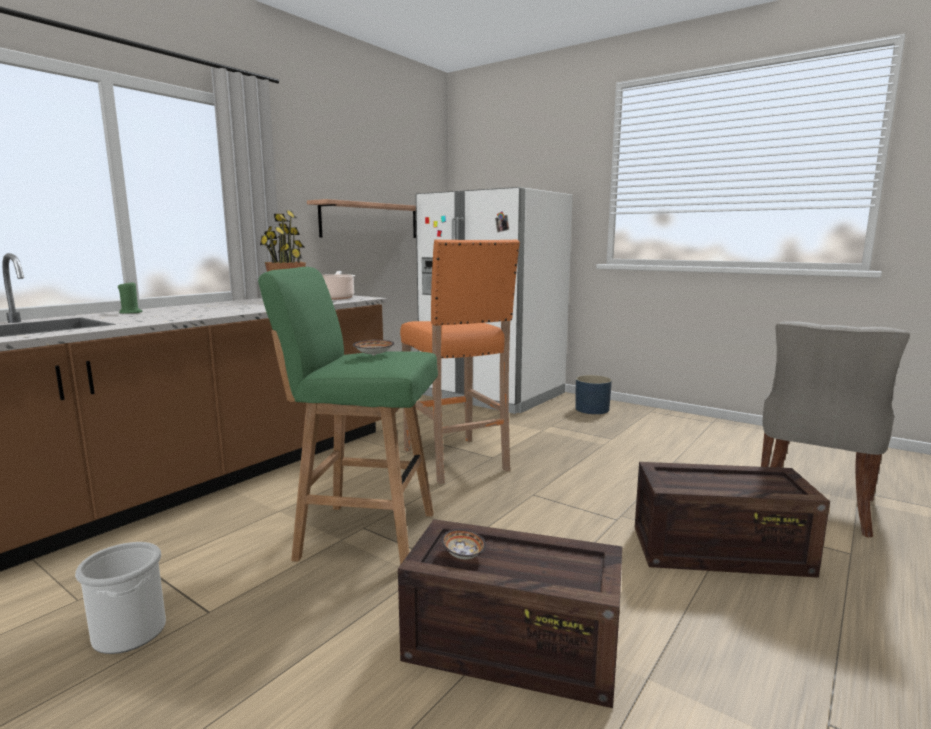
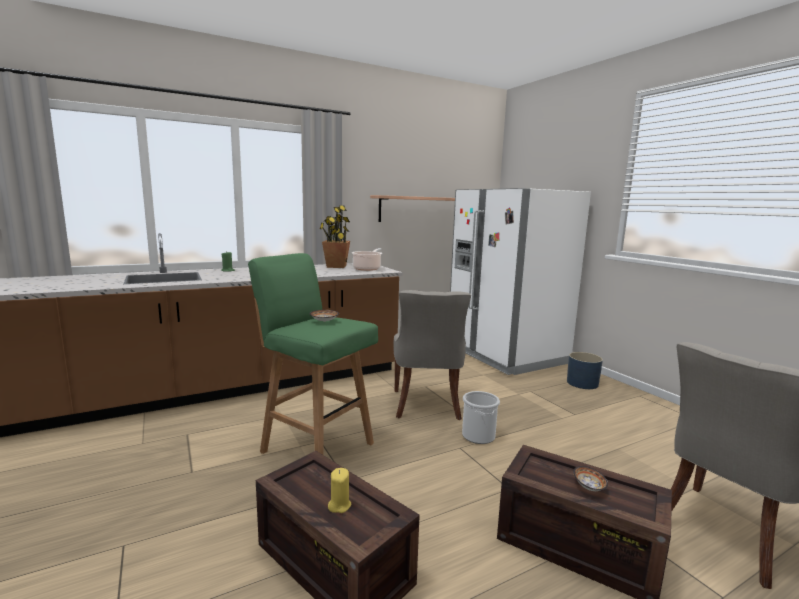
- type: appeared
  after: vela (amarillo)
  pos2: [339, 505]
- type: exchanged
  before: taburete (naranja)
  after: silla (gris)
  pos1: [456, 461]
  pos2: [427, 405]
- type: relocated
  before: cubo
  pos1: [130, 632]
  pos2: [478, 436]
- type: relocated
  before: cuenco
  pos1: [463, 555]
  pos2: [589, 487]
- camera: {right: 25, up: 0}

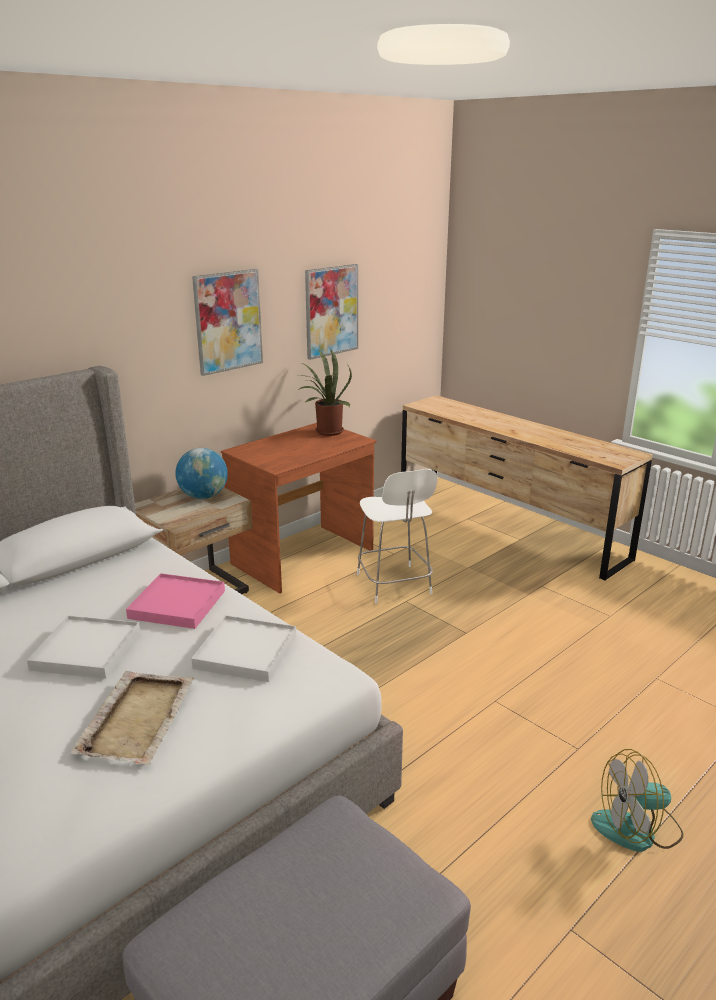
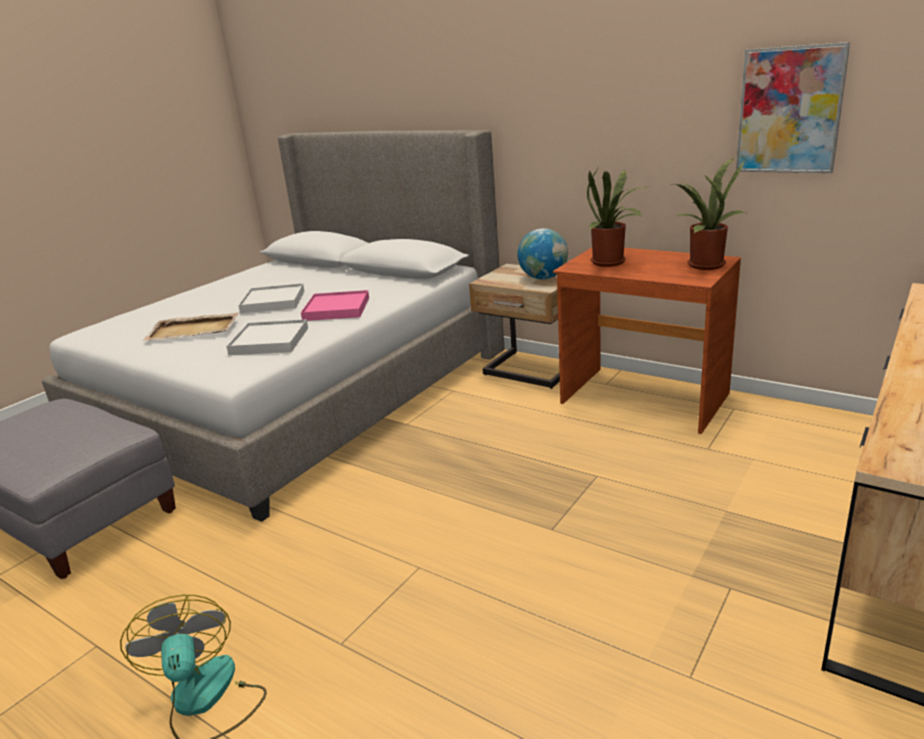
- type: appeared
  after: planta en maceta
  pos2: [611, 263]
- type: missing
  before: cuadro
  pos1: [228, 321]
- type: missing
  before: silla (blanco)
  pos1: [394, 585]
- camera: {right: 80, up: 0}

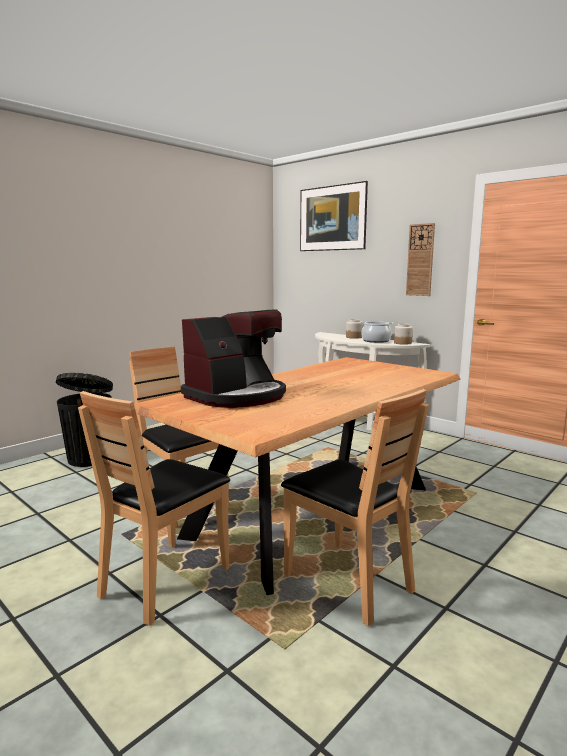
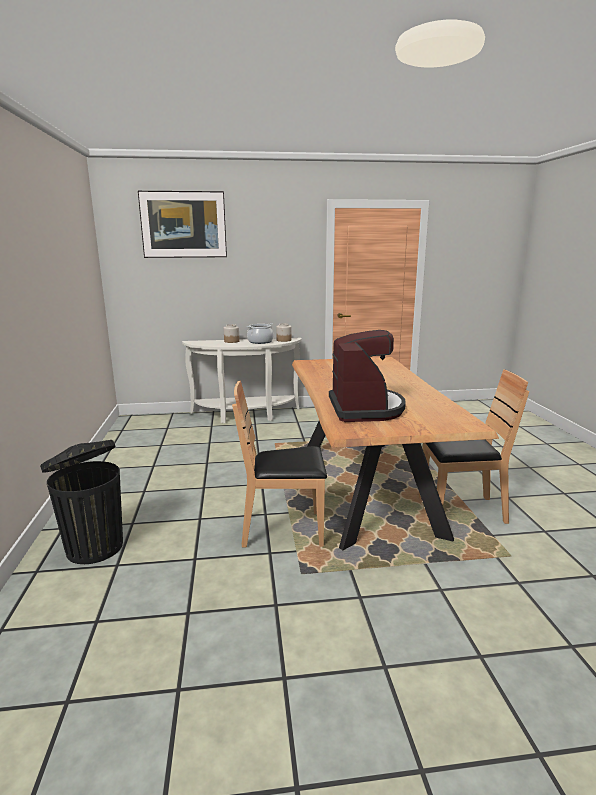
- type: missing
  before: silla (marrón)
  pos1: [165, 580]
- type: missing
  before: reloj de pared
  pos1: [420, 260]
- camera: {right: -50, up: 5}

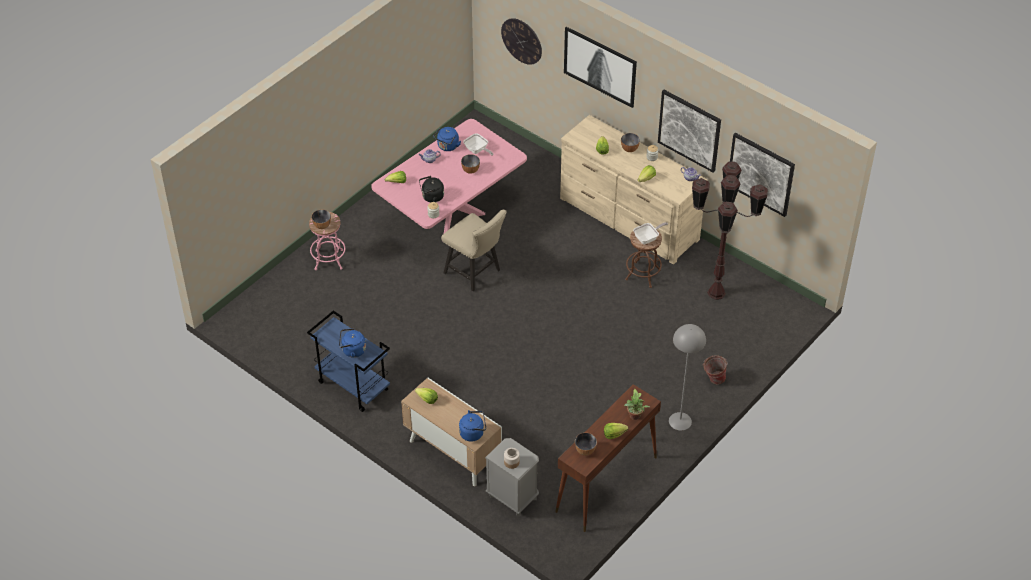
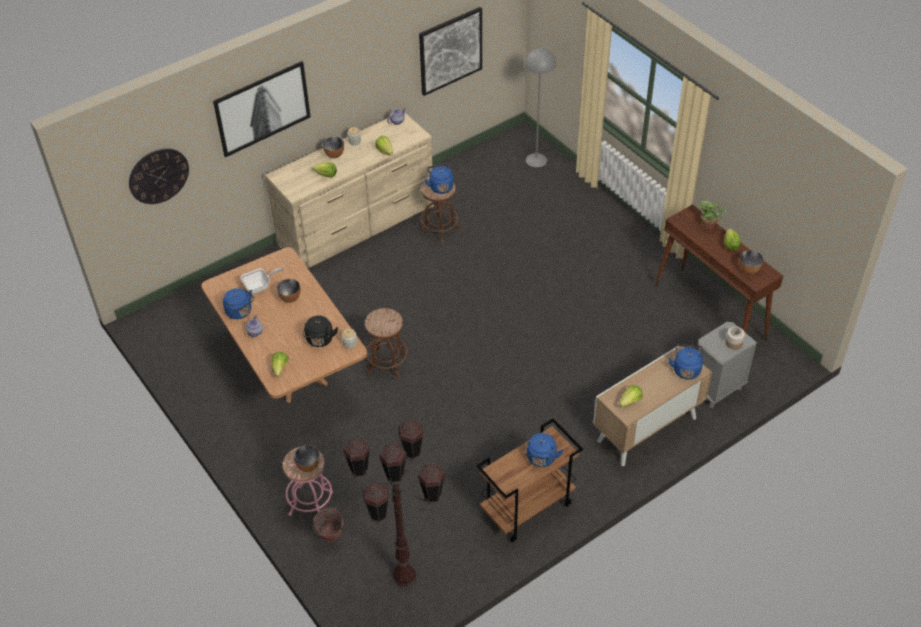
- type: colour
  before: mesa de comedor (rosa)
  after: mesa de comedor (marrón)
  pos1: [451, 218]
  pos2: [292, 370]
- type: relocated
  before: cubo
  pos1: [713, 379]
  pos2: [330, 538]
- type: relocated
  before: lámpara de pie (marrón)
  pos1: [716, 292]
  pos2: [403, 576]
- type: exchanged
  before: silla (beis)
  after: taburete (marrón)
  pos1: [475, 273]
  pos2: [387, 364]
- type: exchanged
  before: sartén
  after: hervidor (azul)
  pos1: [648, 238]
  pos2: [440, 186]
- type: colour
  before: carrito (azul)
  after: carrito (marrón)
  pos1: [352, 386]
  pos2: [527, 509]
- type: relocated
  before: lámpara de pie (gris)
  pos1: [680, 421]
  pos2: [536, 160]
- type: missing
  before: cuadro
  pos1: [689, 130]
- camera: {right: -75, up: 0}

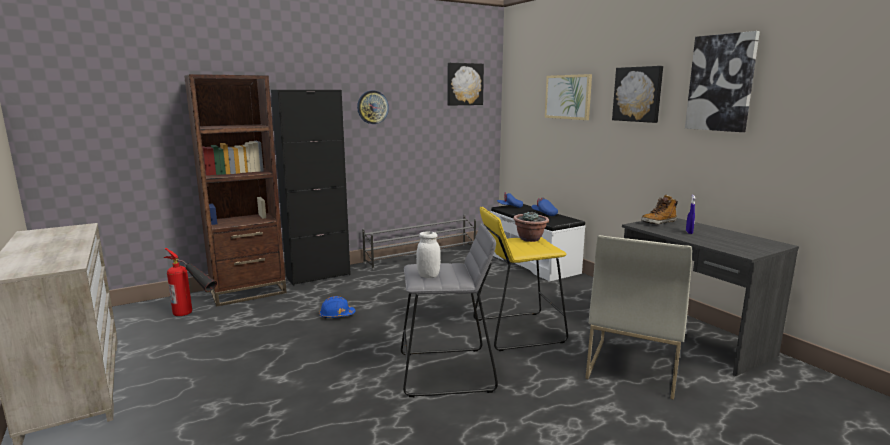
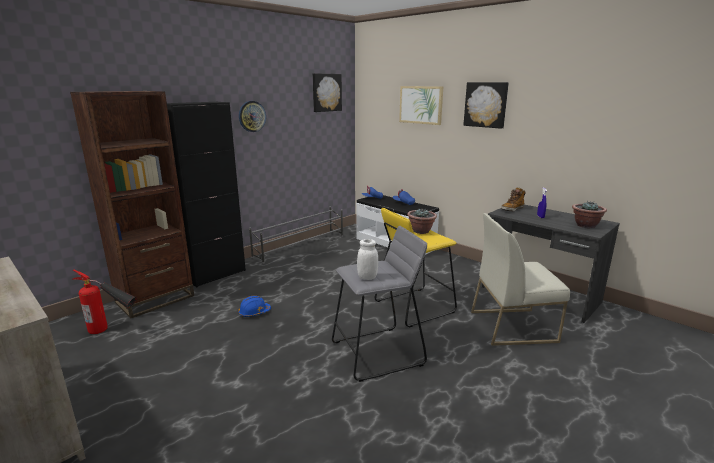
- type: spun
  before: silla (blanco)
  pos1: [632, 367]
  pos2: [513, 326]
  turn: 75
- type: appeared
  after: planta en maceta
  pos2: [585, 225]
- type: missing
  before: cuadro
  pos1: [721, 83]
- camera: {right: -15, up: 5}

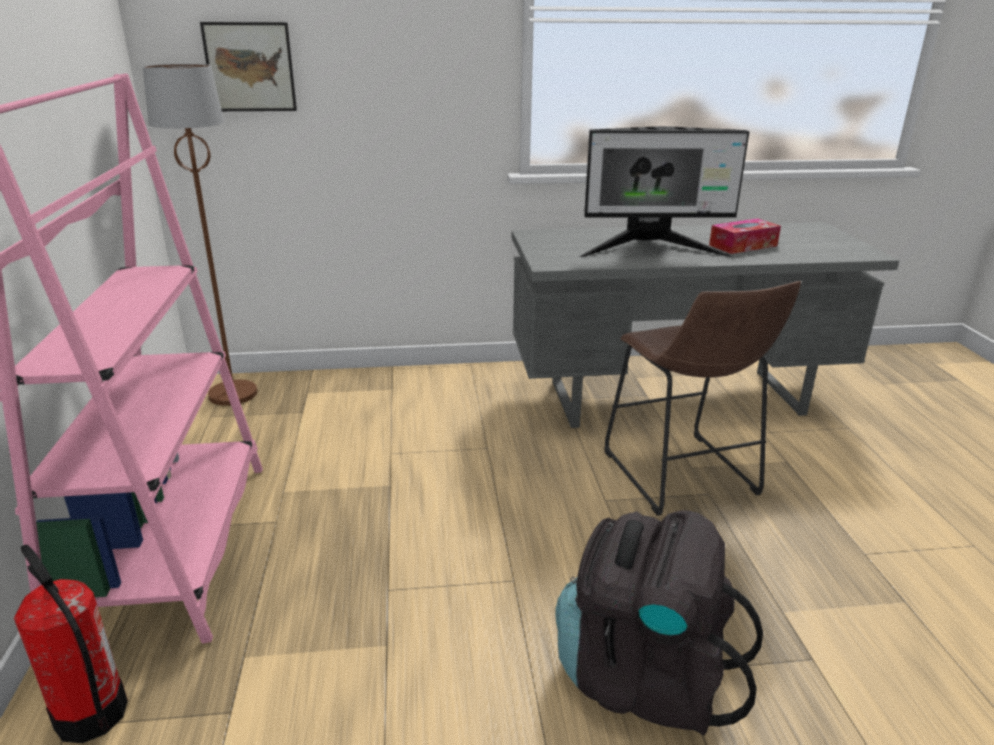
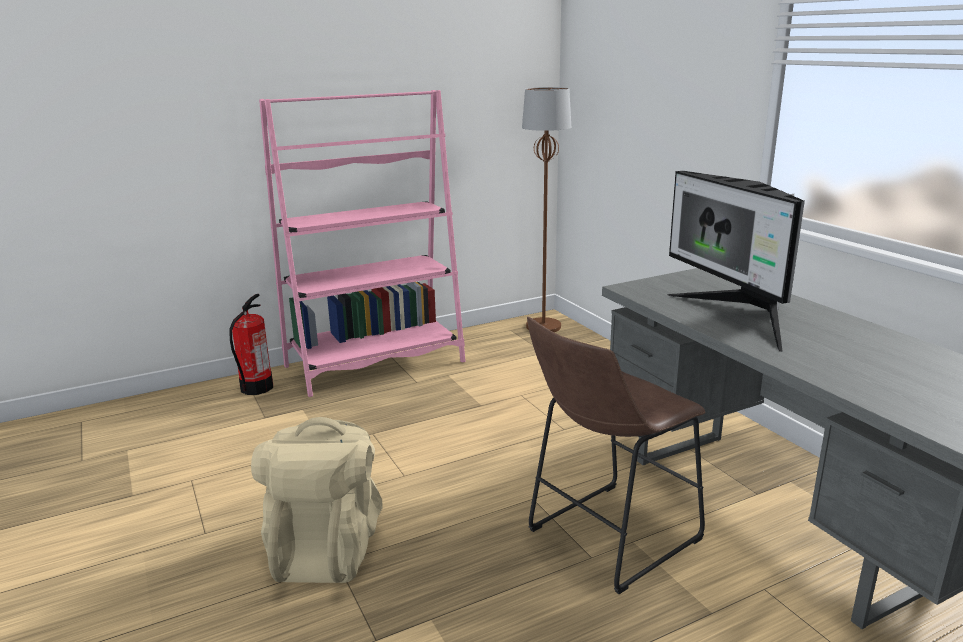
- type: colour
  before: mochila (negro)
  after: mochila (beis)
  pos1: [644, 678]
  pos2: [326, 548]
- type: missing
  before: cuadro
  pos1: [250, 67]
- type: missing
  before: caja de pañuelos
  pos1: [743, 245]
- camera: {right: 70, up: -5}

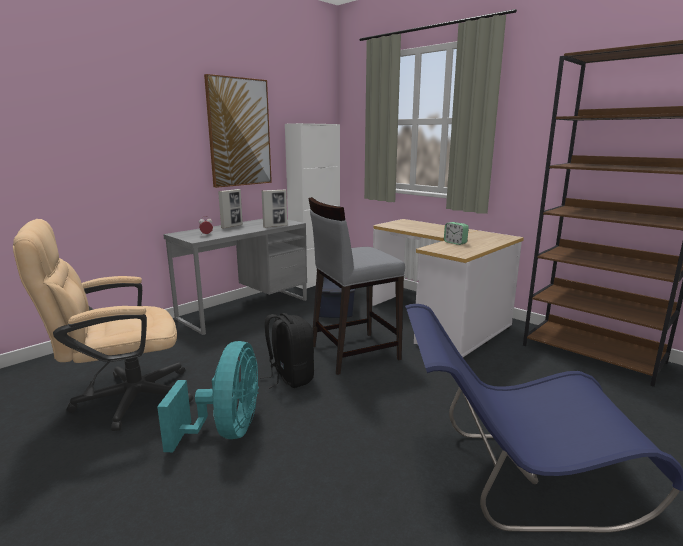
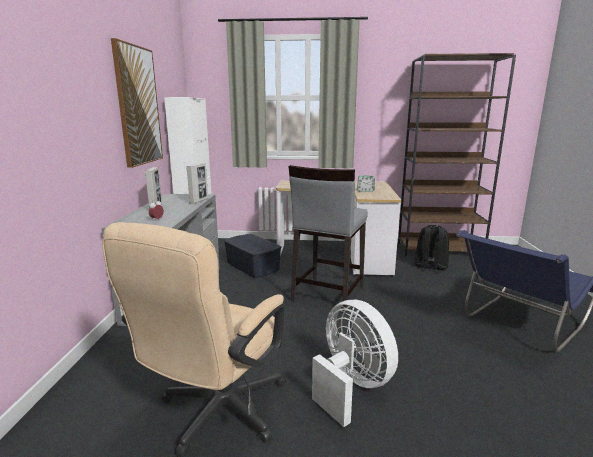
- type: colour
  before: ventilador (turquesa)
  after: ventilador (blanco)
  pos1: [226, 431]
  pos2: [351, 386]
- type: relocated
  before: mochila (negro)
  pos1: [289, 378]
  pos2: [430, 267]
- camera: {right: -40, up: 0}

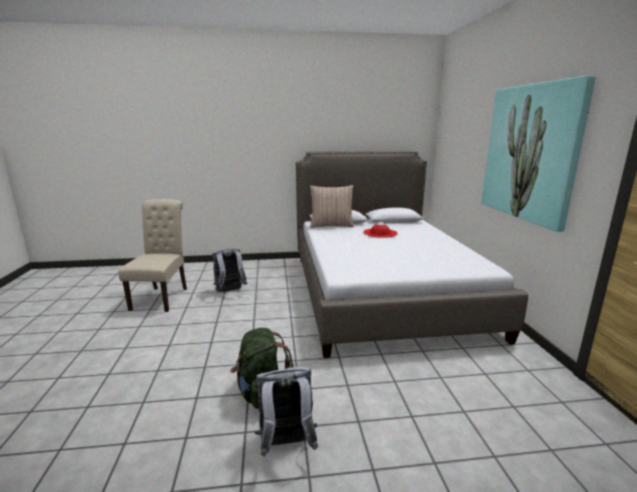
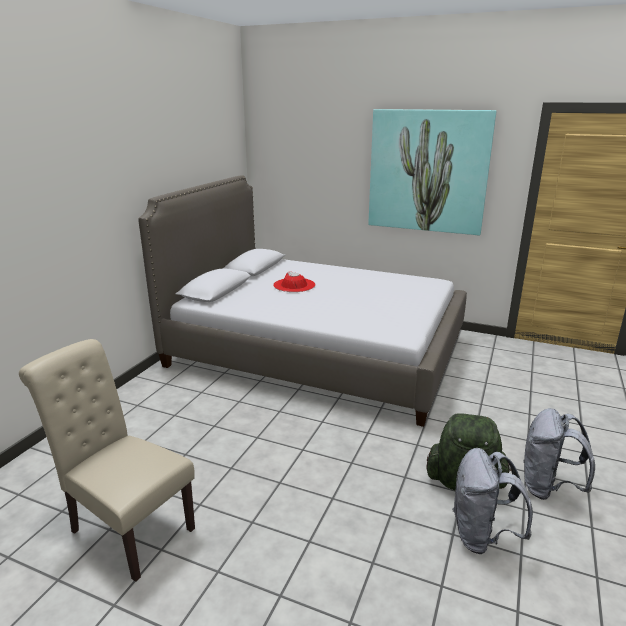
- type: relocated
  before: mochila (gris)
  pos1: [230, 291]
  pos2: [482, 536]
- type: missing
  before: cojín
  pos1: [331, 225]
- camera: {right: -60, up: 5}

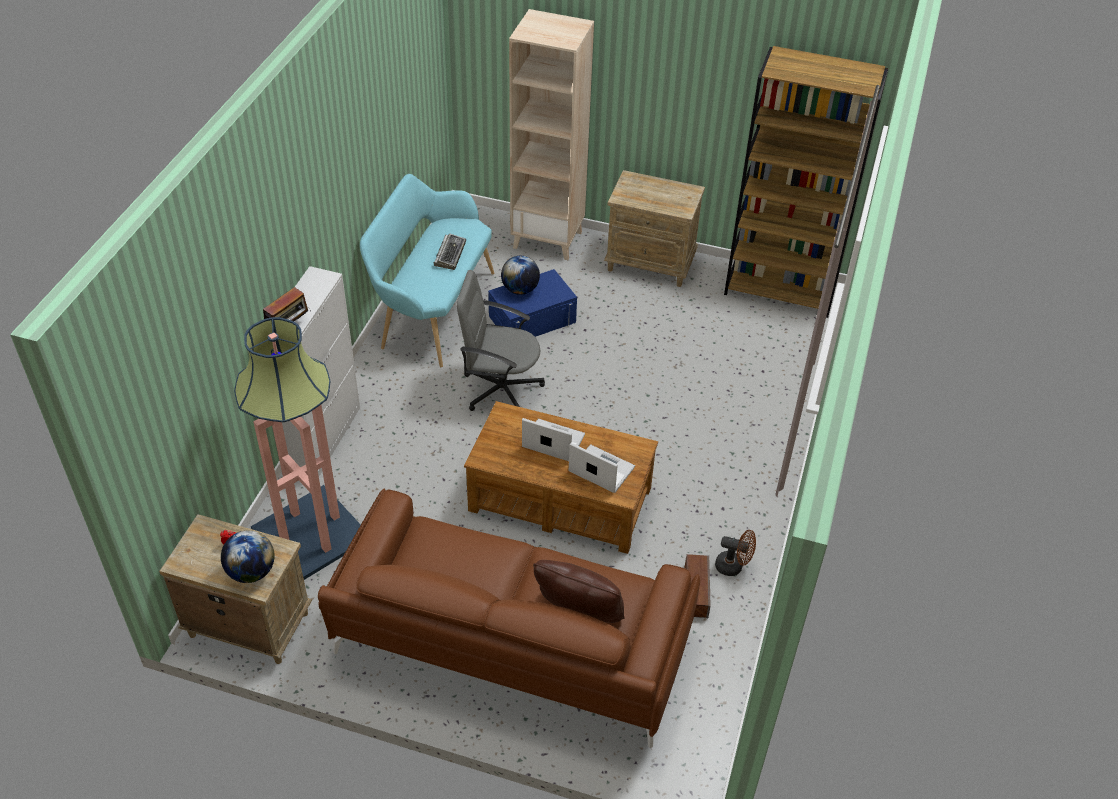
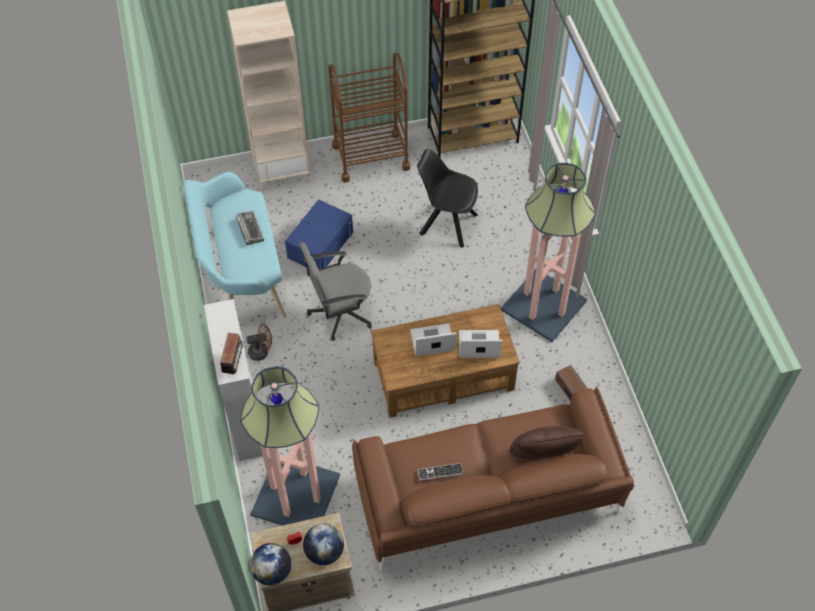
- type: relocated
  before: ventilador (marrón)
  pos1: [733, 566]
  pos2: [261, 351]
- type: relocated
  before: globo terráqueo
  pos1: [520, 289]
  pos2: [272, 571]
- type: exchanged
  before: mesita de noche (beis)
  after: carrito (marrón)
  pos1: [651, 264]
  pos2: [370, 157]
- type: appeared
  after: silla (negro)
  pos2: [447, 223]
- type: appeared
  after: teclado
  pos2: [440, 472]
- type: appeared
  after: lámpara de pie
  pos2: [544, 305]
- camera: {right: -30, up: 10}

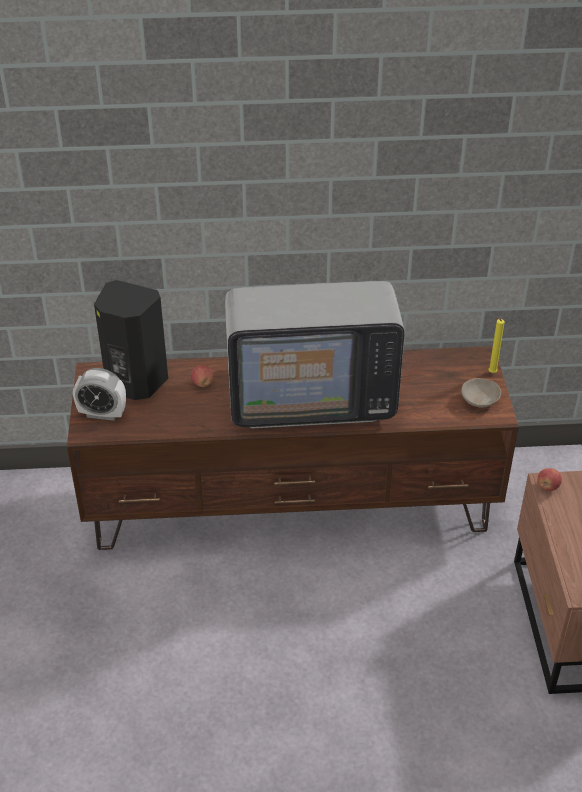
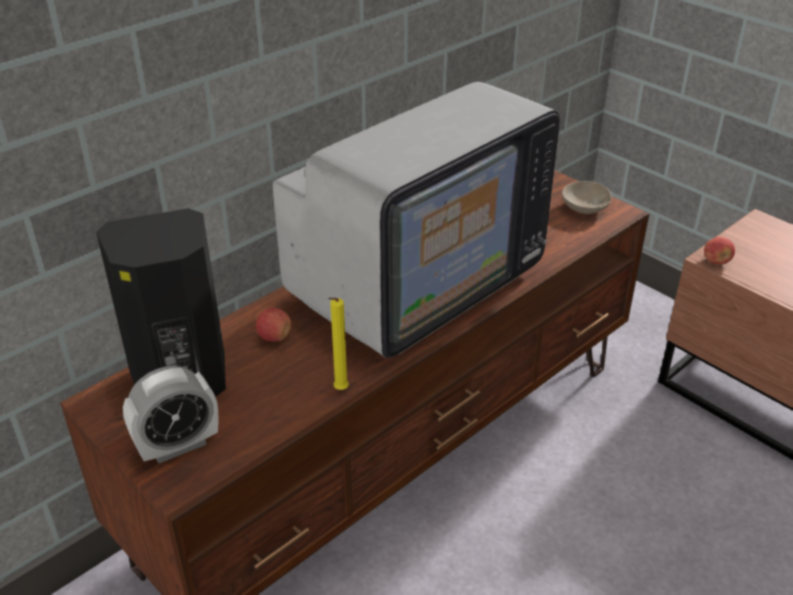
- type: relocated
  before: vela (amarillo)
  pos1: [491, 373]
  pos2: [339, 390]
- camera: {right: -40, up: -5}

